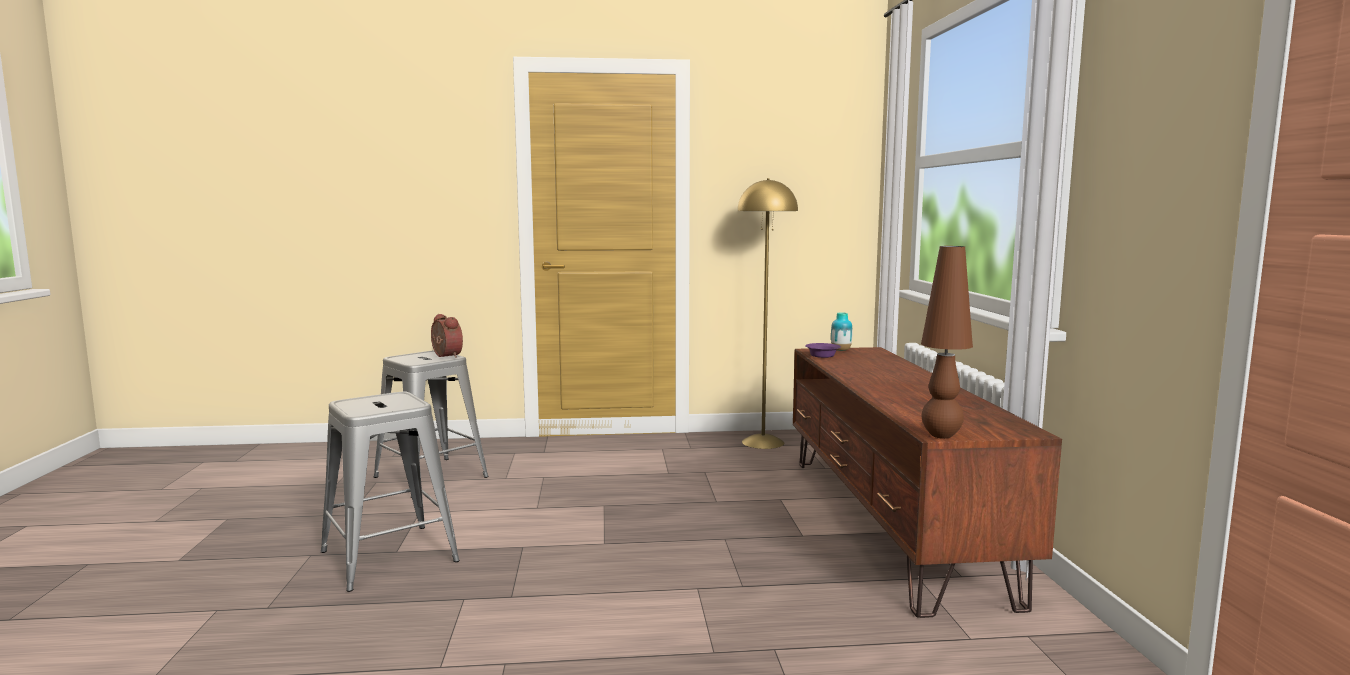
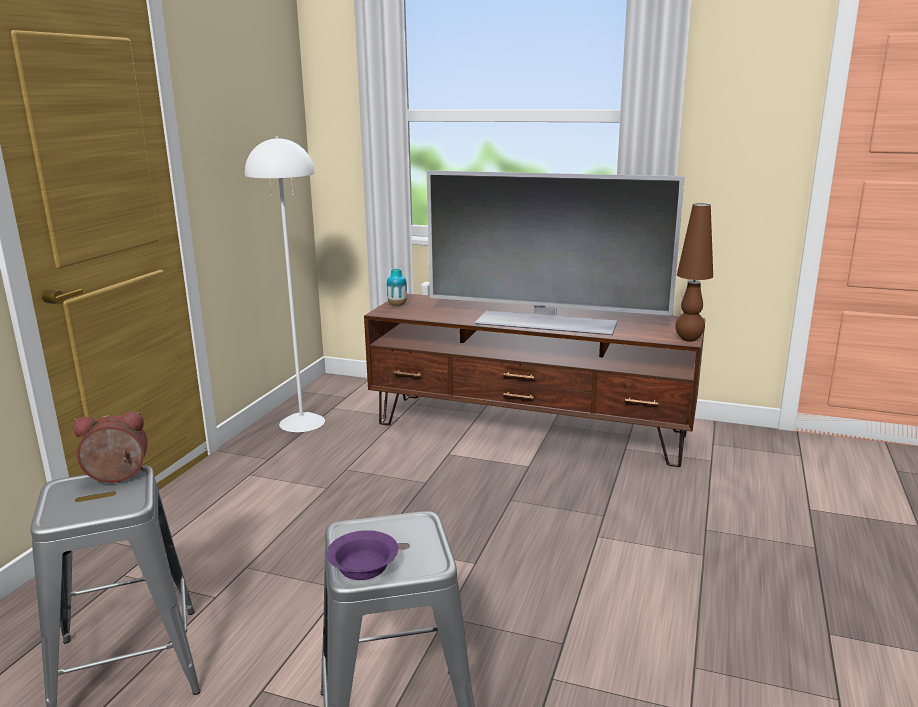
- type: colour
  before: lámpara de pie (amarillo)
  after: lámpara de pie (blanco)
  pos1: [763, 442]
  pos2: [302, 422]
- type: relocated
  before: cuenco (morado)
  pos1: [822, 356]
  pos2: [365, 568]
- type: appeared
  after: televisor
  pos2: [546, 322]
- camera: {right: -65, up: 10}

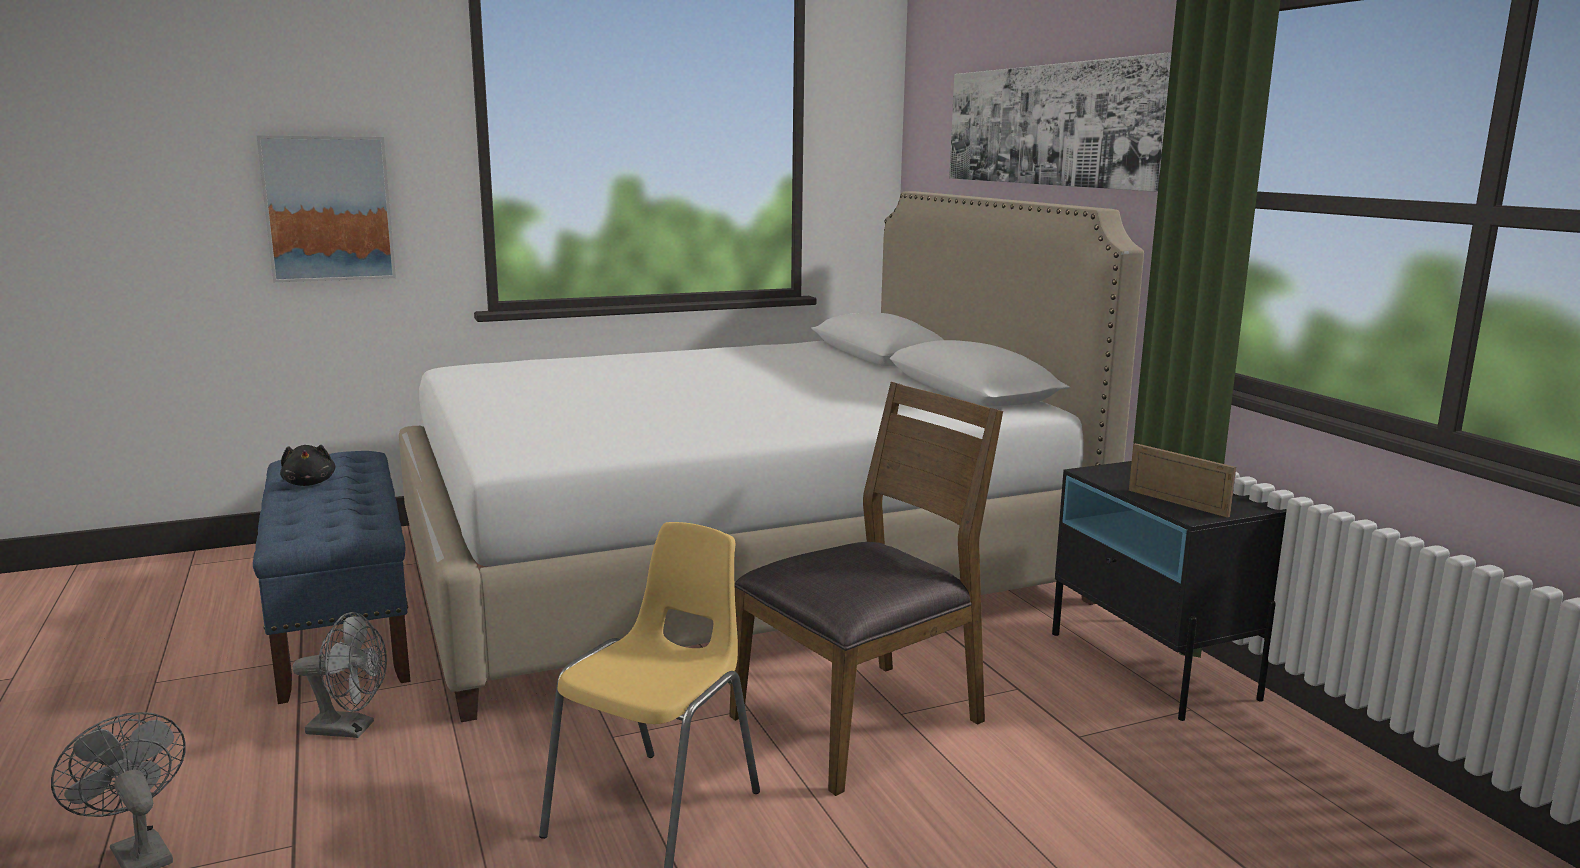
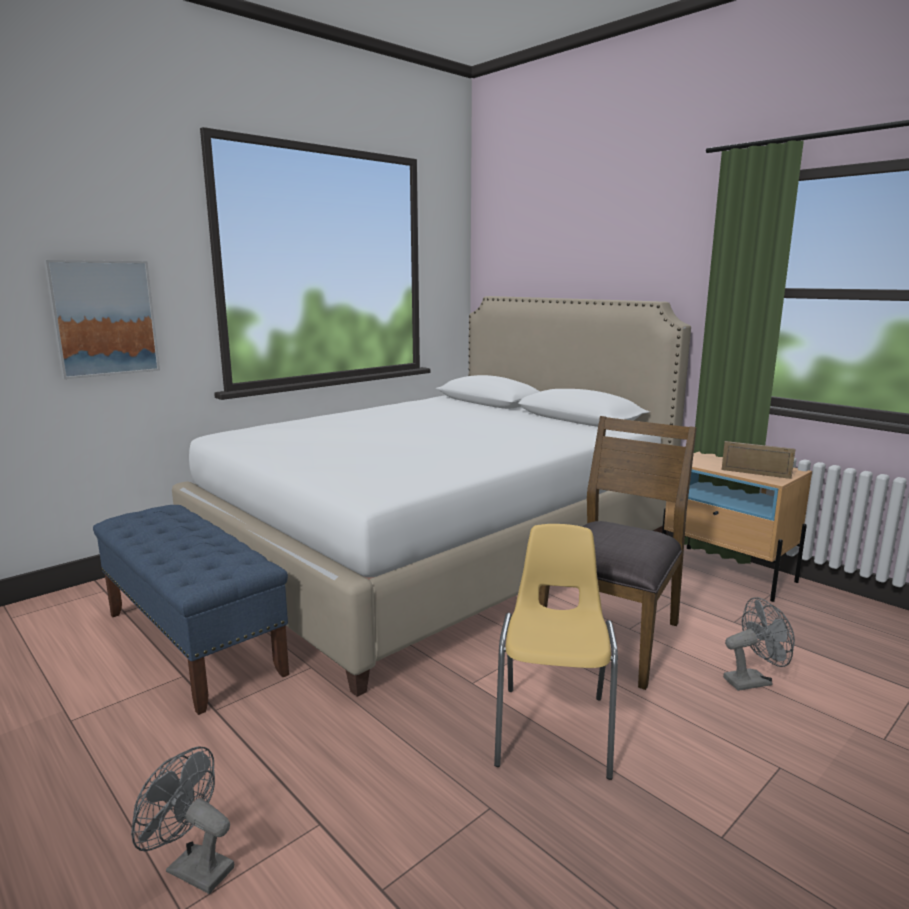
- type: colour
  before: mesita de noche (negro)
  after: mesita de noche (beis)
  pos1: [1151, 665]
  pos2: [727, 572]
- type: relocated
  before: ventilador (gris)
  pos1: [350, 729]
  pos2: [753, 680]
- type: missing
  before: peluche (negro)
  pos1: [309, 483]
- type: missing
  before: cuadro
  pos1: [1049, 125]
- camera: {right: -20, up: 0}

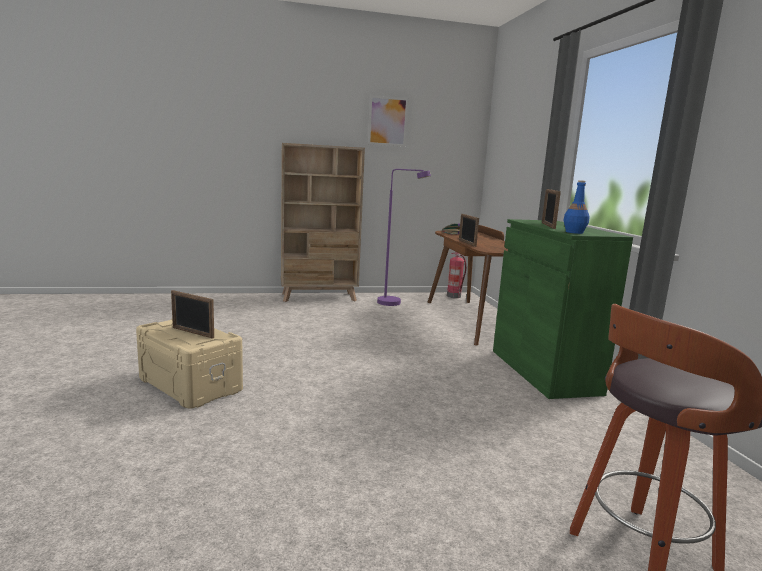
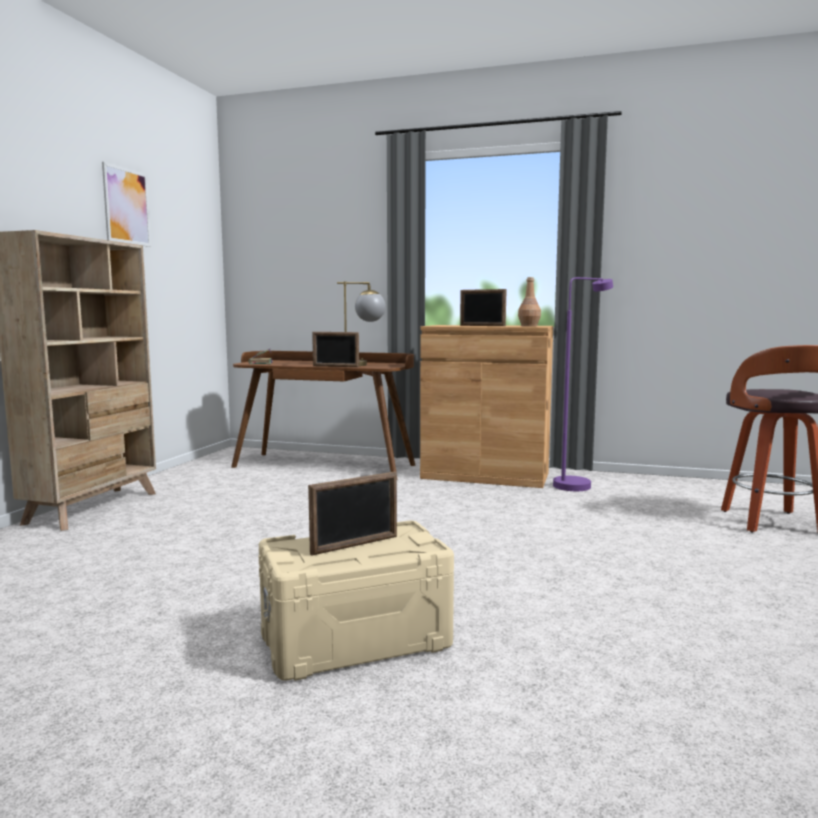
- type: appeared
  after: lámpara de mesa
  pos2: [363, 365]
- type: colour
  before: armario (verde)
  after: armario (marrón)
  pos1: [544, 371]
  pos2: [485, 476]
- type: colour
  before: botella (azul)
  after: botella (marrón)
  pos1: [574, 232]
  pos2: [529, 326]
- type: relocated
  before: lámpara de pie (morado)
  pos1: [395, 303]
  pos2: [577, 484]
- type: missing
  before: extintor
  pos1: [454, 296]
- camera: {right: -60, up: -5}

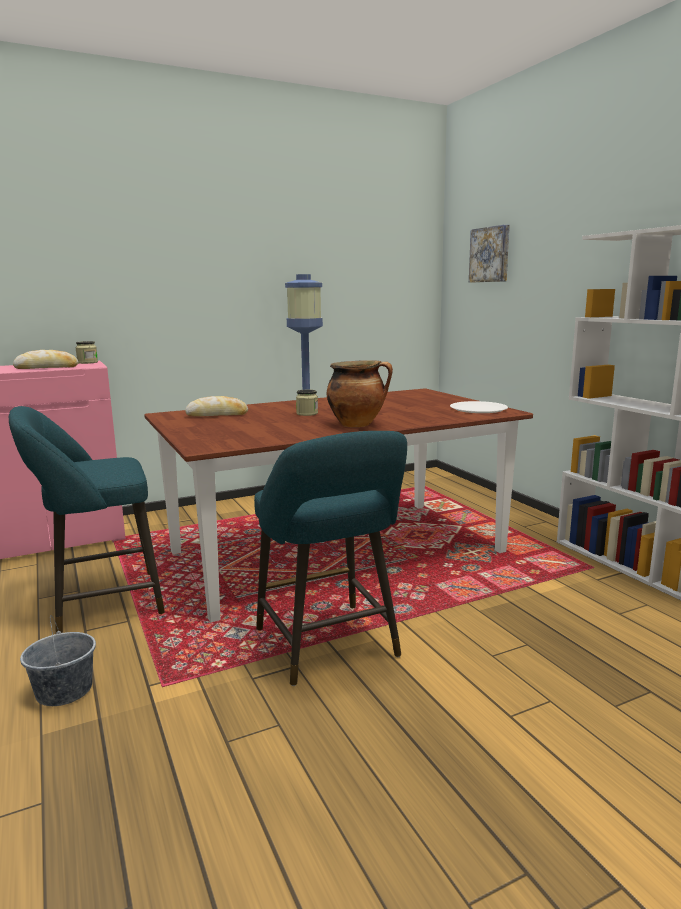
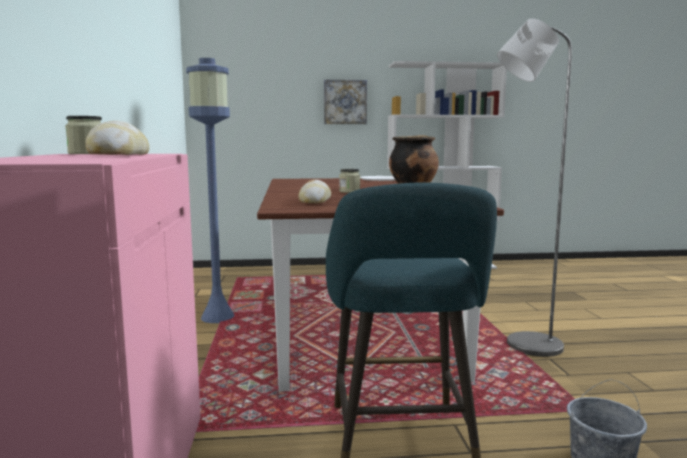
- type: relocated
  before: cuadro
  pos1: [490, 254]
  pos2: [345, 102]
- type: exchanged
  before: taburete (turquesa)
  after: lámpara de pie (gris)
  pos1: [329, 647]
  pos2: [523, 346]
- camera: {right: -70, up: -5}

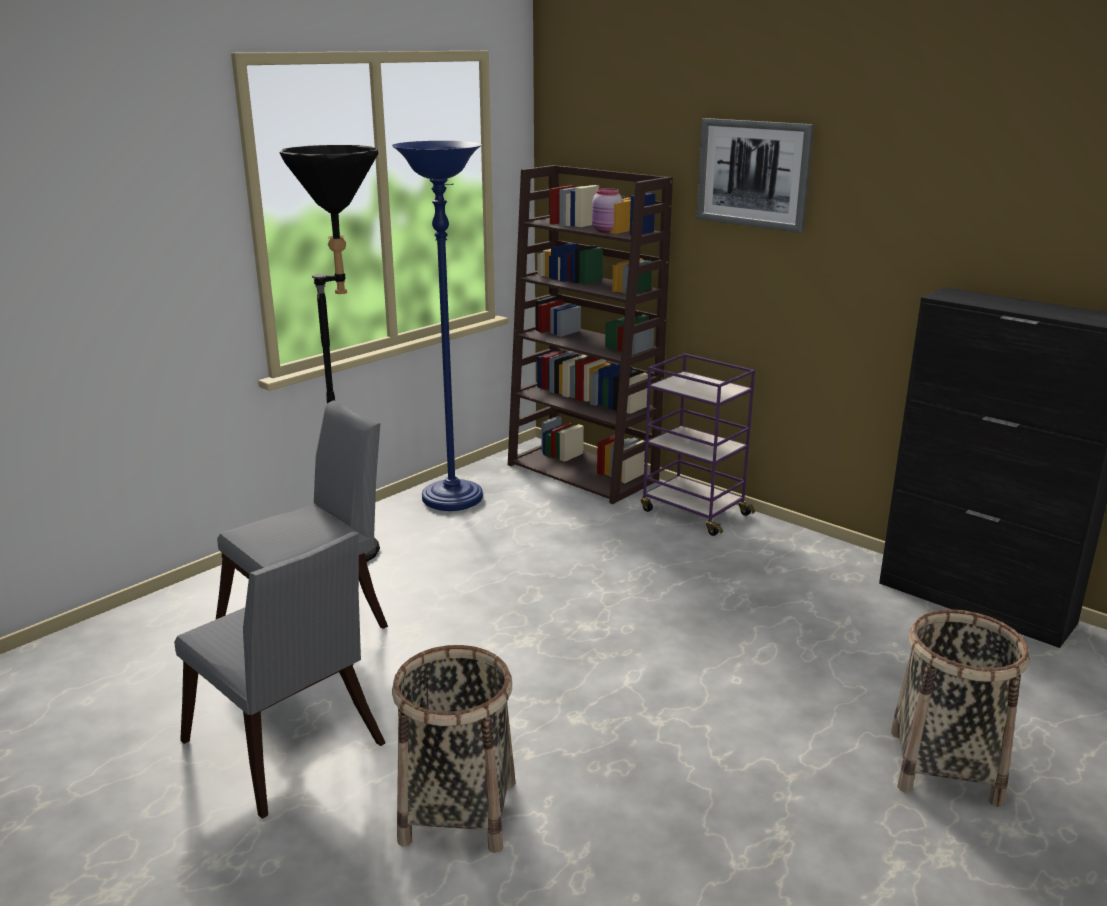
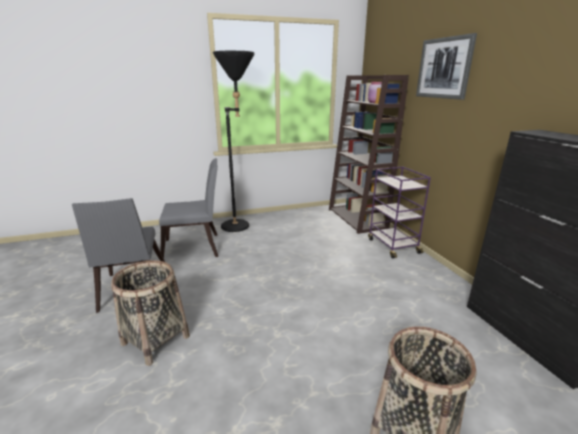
- type: missing
  before: lámpara de pie (azul)
  pos1: [452, 499]
- camera: {right: 30, up: 0}

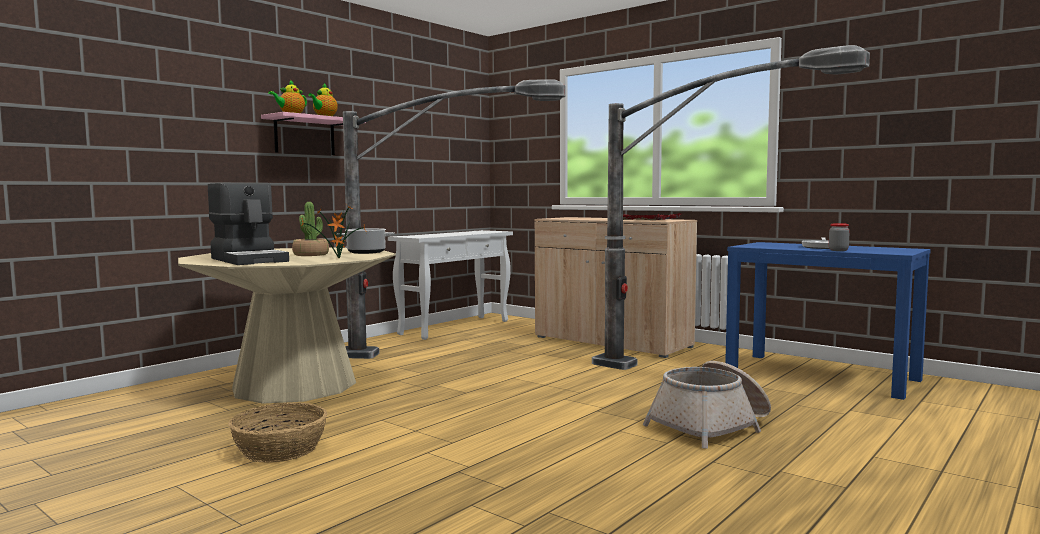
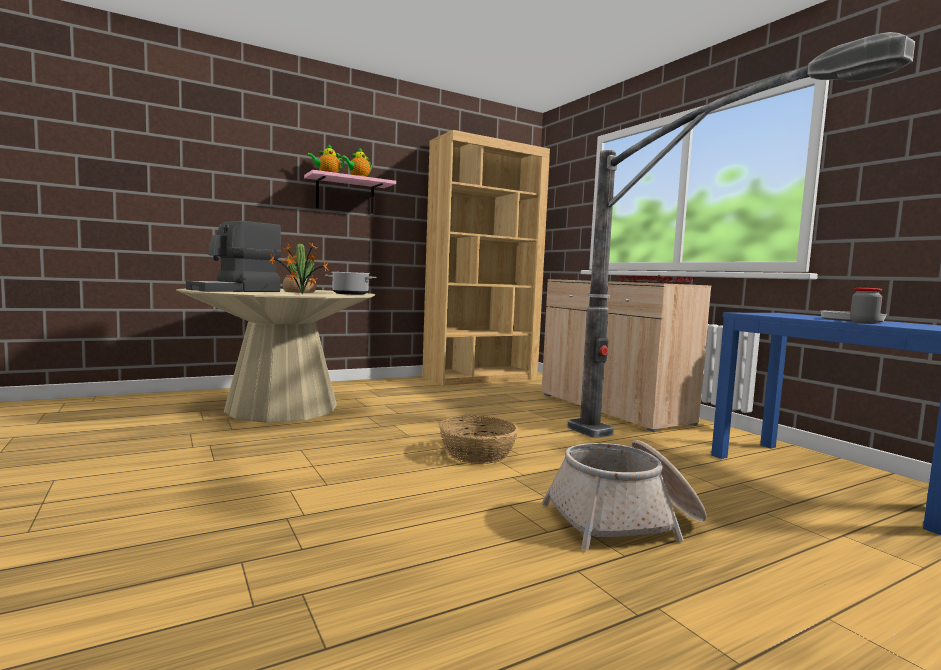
- type: spun
  before: cafetera
  pos1: [250, 260]
  pos2: [236, 290]
  turn: 60
- type: exchanged
  before: mesa consola (blanco)
  after: estantería (marrón)
  pos1: [455, 327]
  pos2: [481, 378]
- type: relocated
  before: cesta
  pos1: [281, 449]
  pos2: [478, 454]
- type: missing
  before: lámpara de pie
  pos1: [450, 357]
- camera: {right: 20, up: 0}

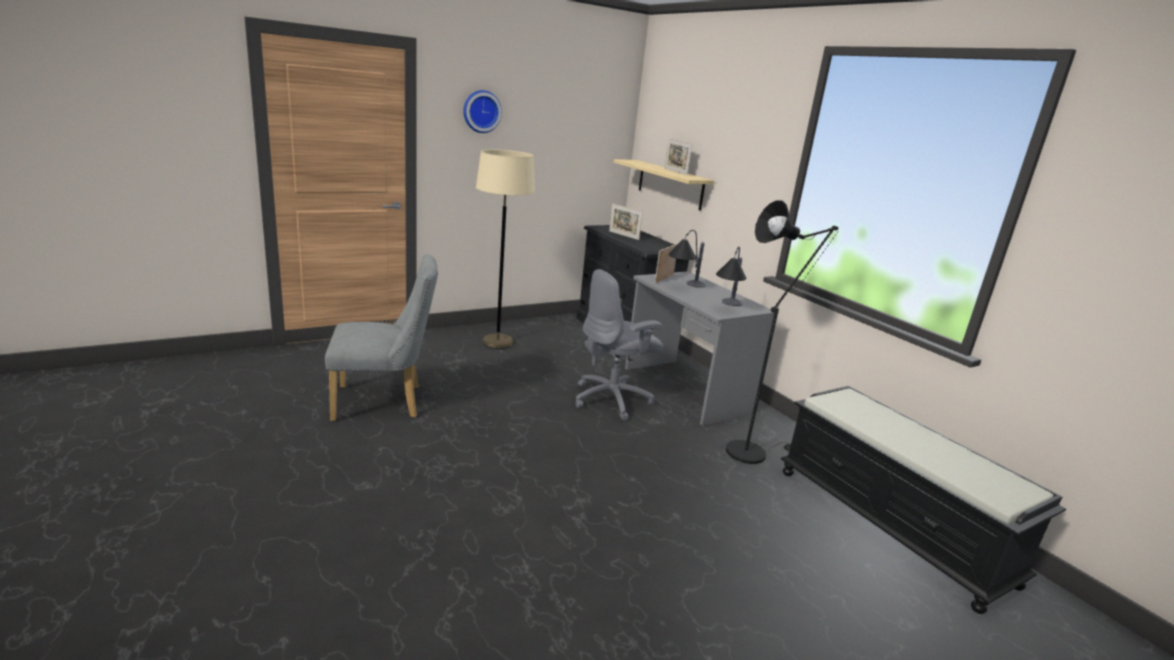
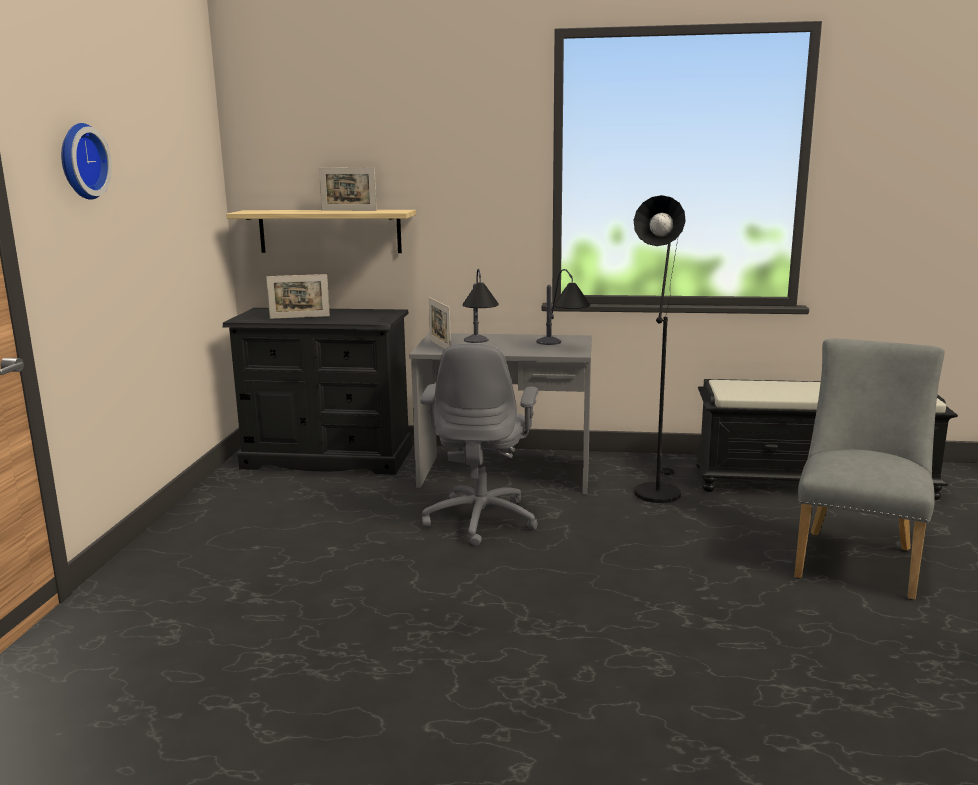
- type: relocated
  before: silla (gris)
  pos1: [385, 402]
  pos2: [857, 559]
- type: missing
  before: lámpara de pie (beis)
  pos1: [497, 342]
- camera: {right: -50, up: -5}

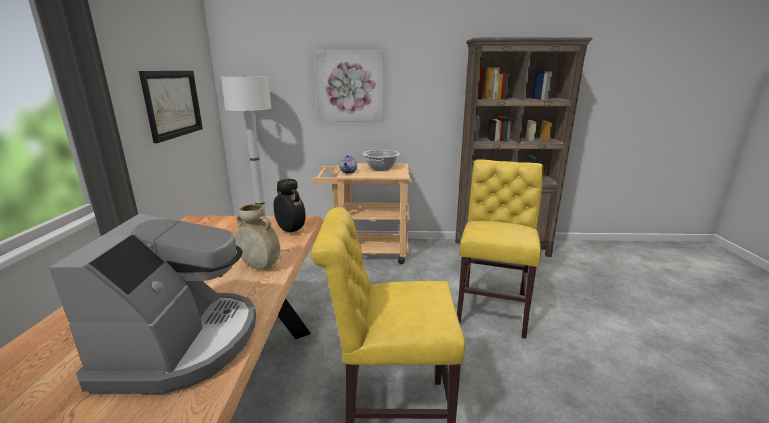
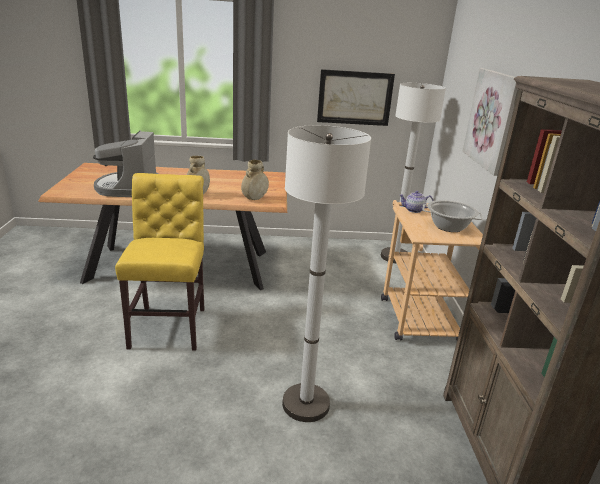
- type: spun
  before: cafetera
  pos1: [182, 343]
  pos2: [128, 188]
  turn: 90
- type: colour
  before: florero (negro)
  after: florero (beis)
  pos1: [290, 230]
  pos2: [254, 199]
- type: exchanged
  before: silla (amarillo)
  after: lámpara de pie (blanco)
  pos1: [492, 308]
  pos2: [306, 404]
- camera: {right: 85, up: 5}

